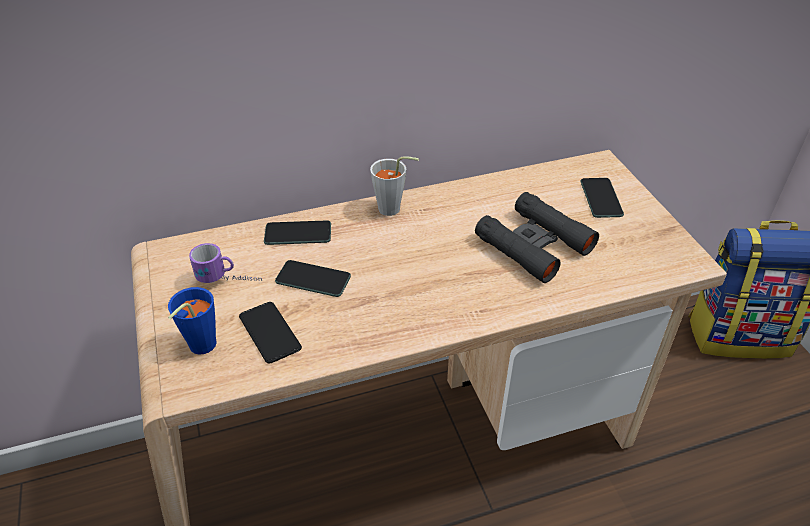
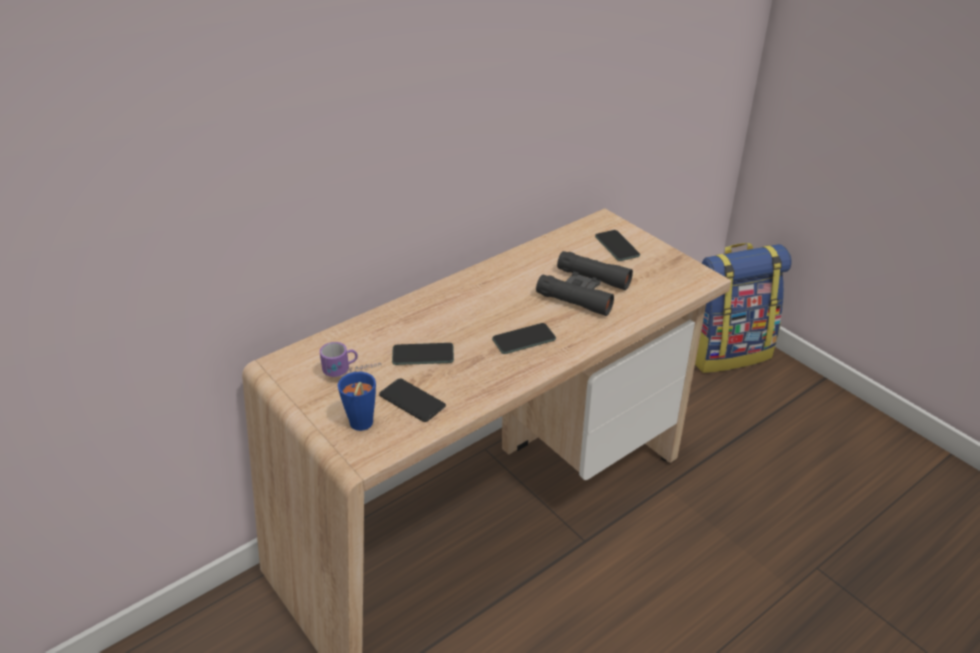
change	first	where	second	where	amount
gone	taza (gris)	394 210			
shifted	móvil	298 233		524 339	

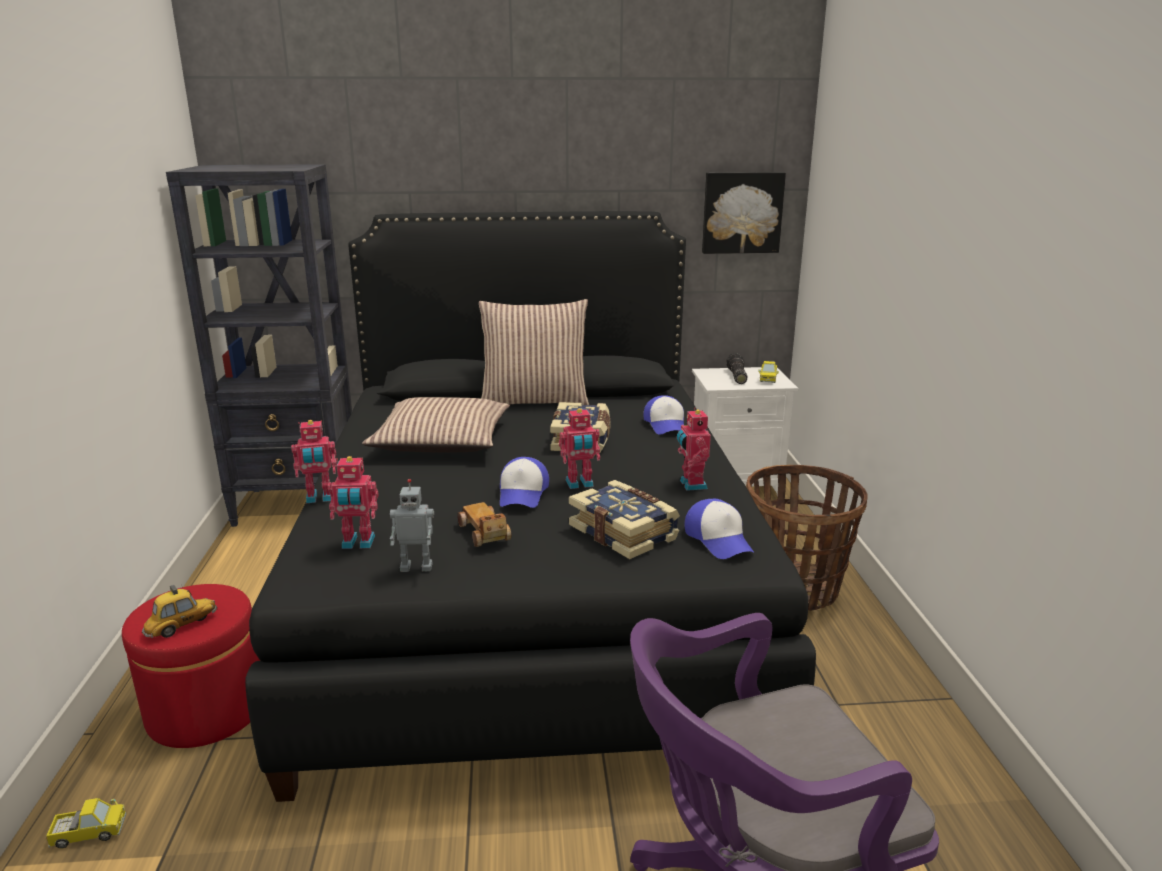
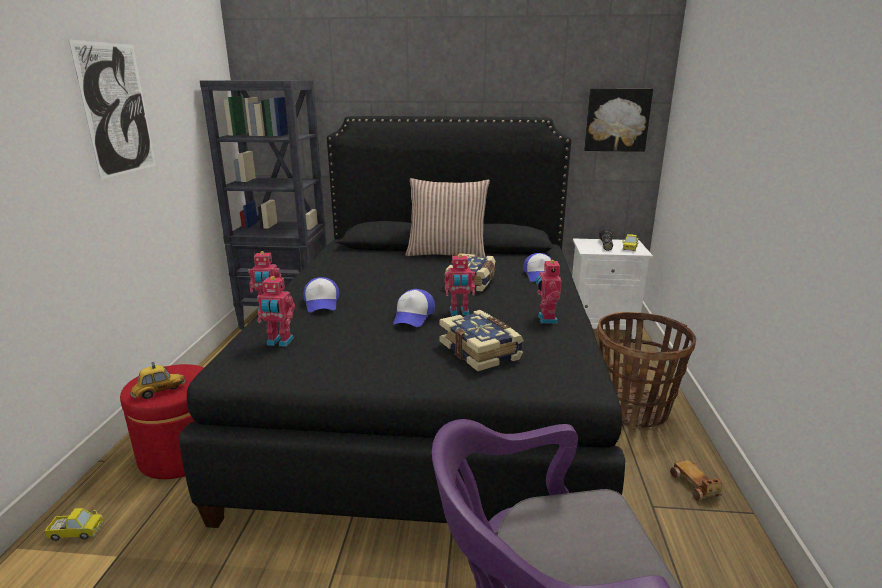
change	first	where	second	where	amount
gone	cojín	441 441			
gone	robot de juguete	416 567			
new			cuadro	117 109	
shifted	coche de juguete	484 533		695 486	
shifted	gorra	719 539		322 303	

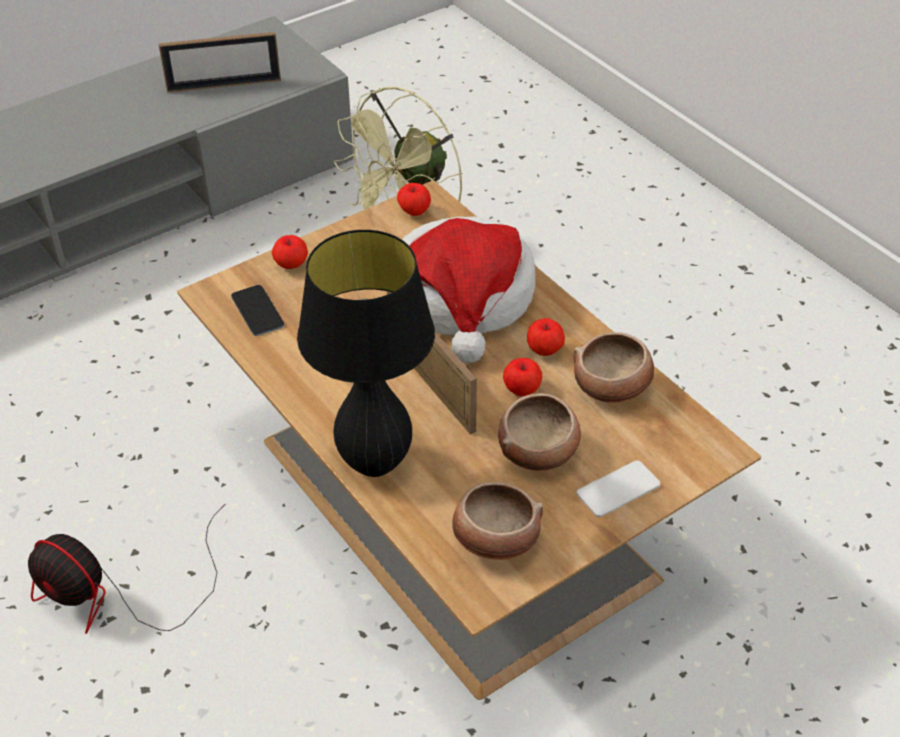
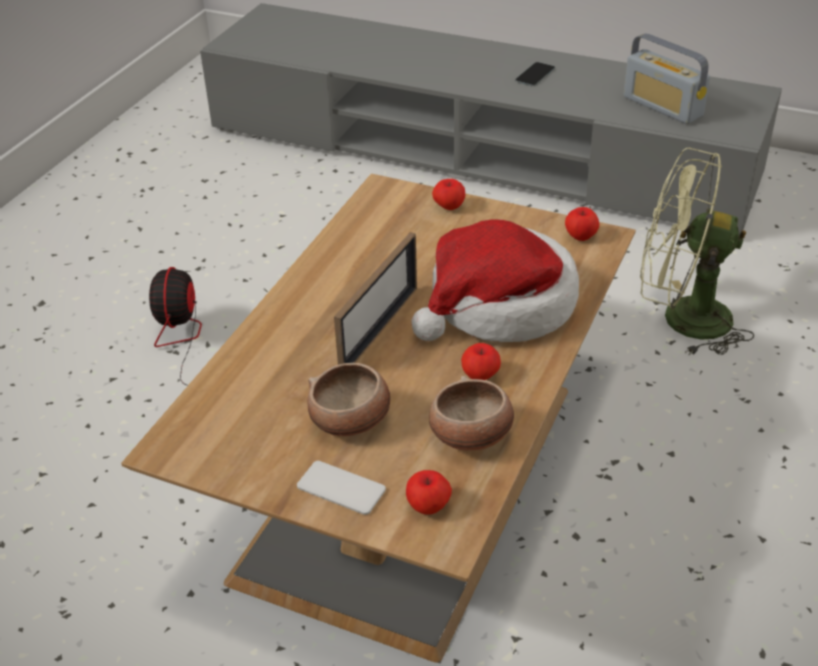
change	first	where	second	where	amount
gone	lámpara de mesa (negro)	374 463			
gone	cuenco	494 540			
shifted	móvil	257 311		535 75	
shifted	manzana	522 389		428 506	
swapped	portarretratos	224 85	radio	662 107	

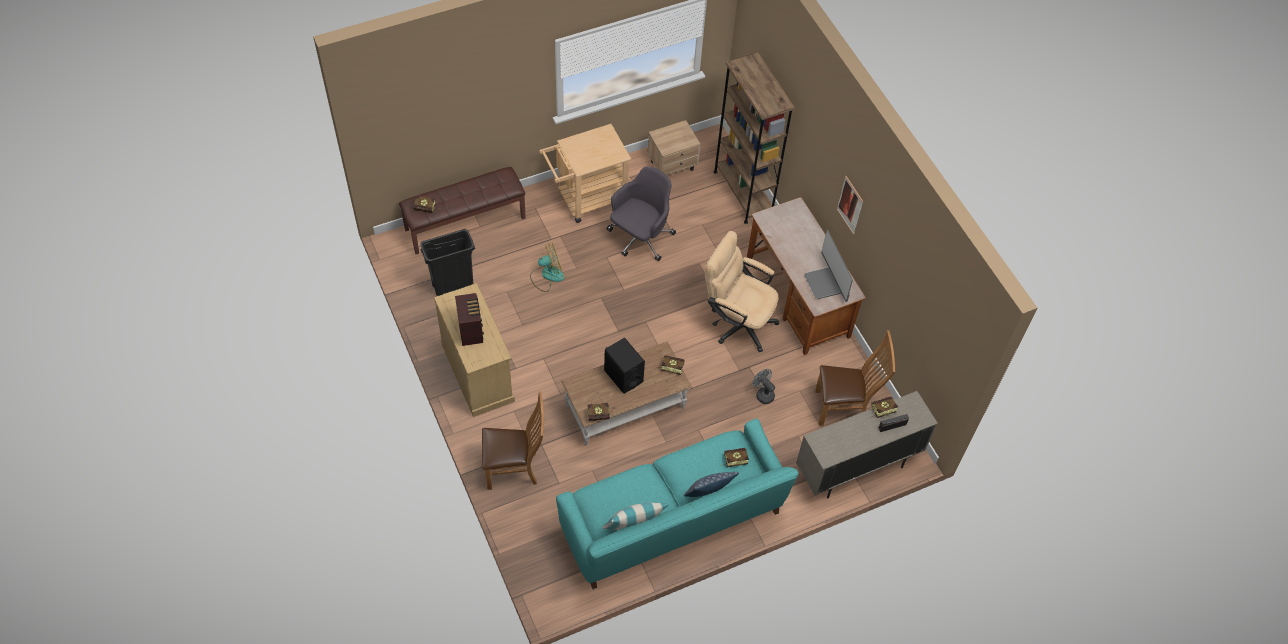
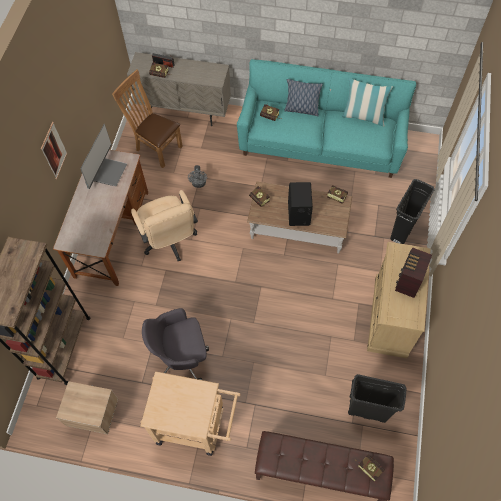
change	first	where	second	where	amount
gone	ventilador	547 275			
swapped	silla (marrón)	515 469	papelera (negro)	403 230	

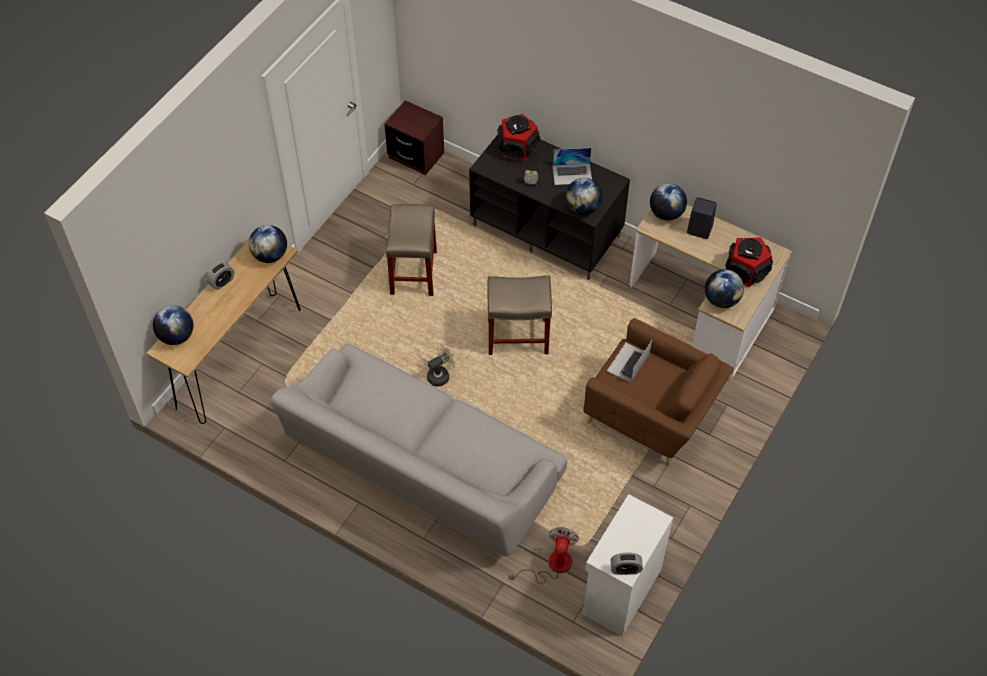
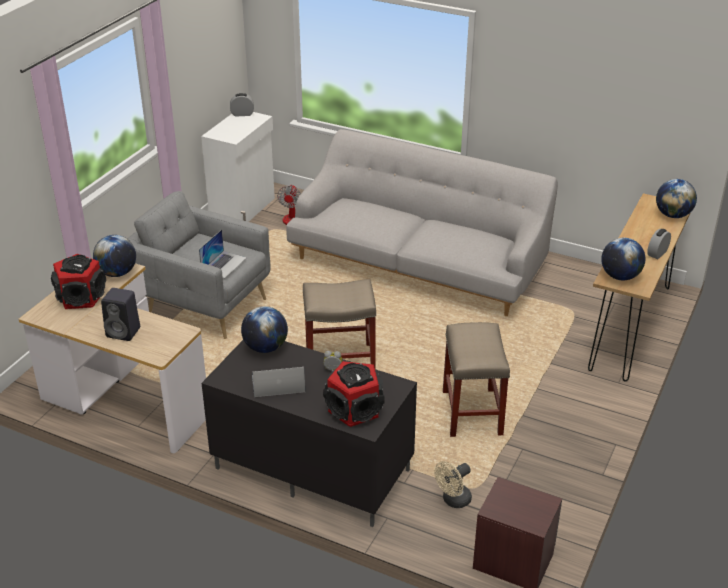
change	first	where	second	where	amount
gone	globo terráqueo	666 213			
shifted	ventilador (beis)	441 375		453 501	
repainted	sillón (marrón)	650 420	sillón (gris)	203 304	

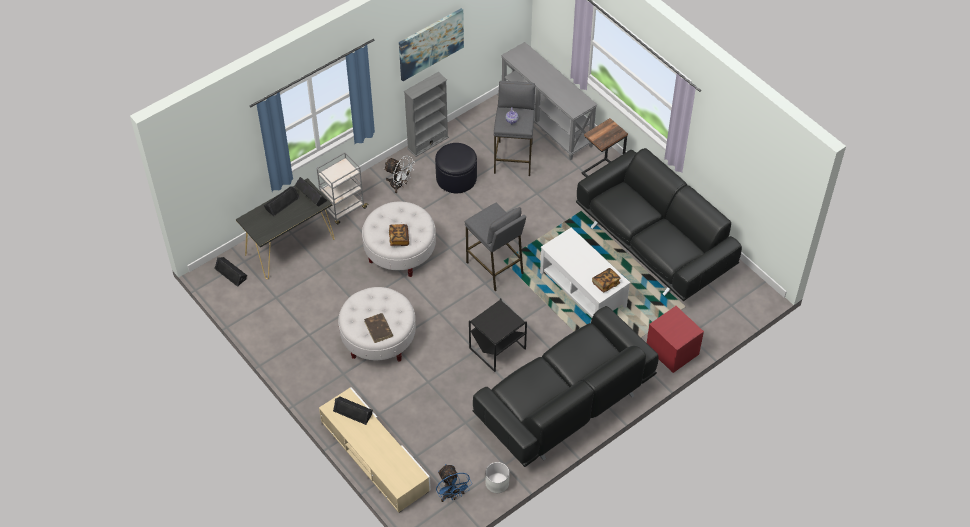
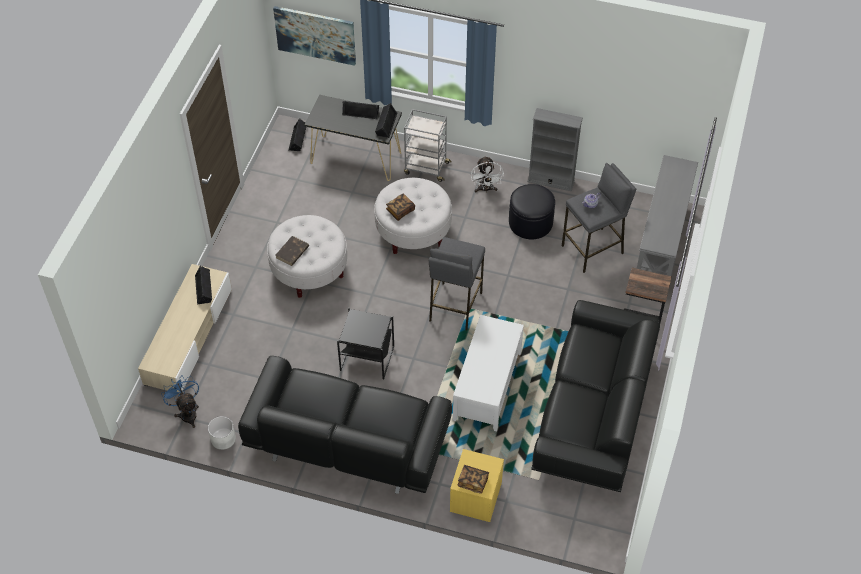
change	first	where	second	where	amount
shifted	cuadro	431 44		315 35	
shifted	libro	605 283		473 482	
repainted	mesita de noche (rojo)	672 351	mesita de noche (amarillo)	475 497	
rotated	ventilador (azul)	452 495		187 413	120 degrees clockwise

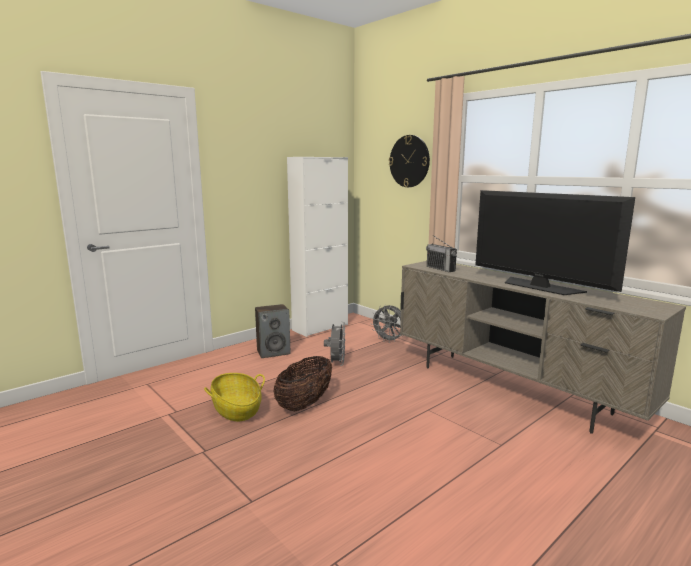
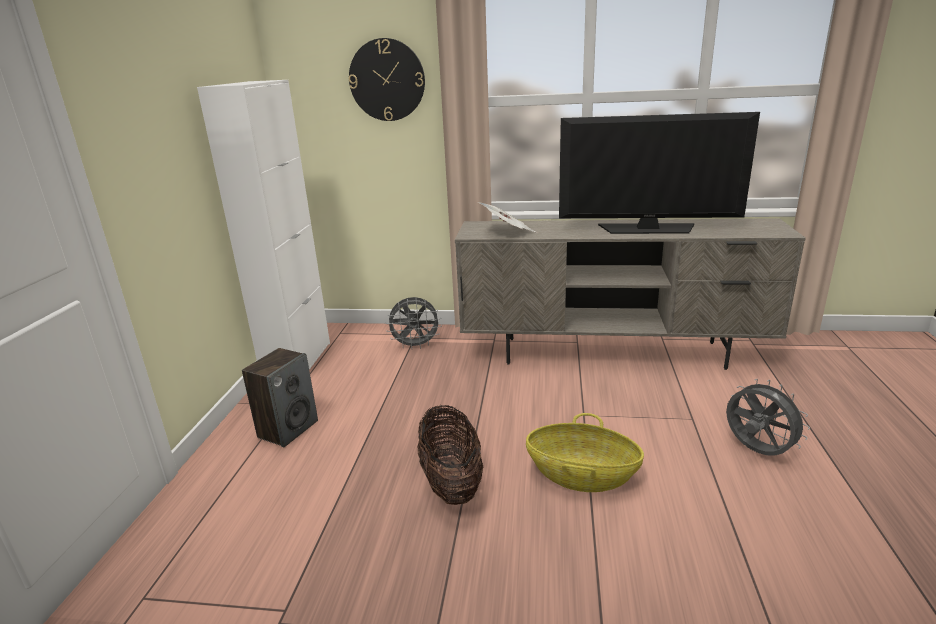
change	first	where	second	where	amount
shifted	cesta	236 410		581 475	
shifted	ventilador (gris)	336 363		756 451	
swapped	radio	440 269	periódico	508 232	

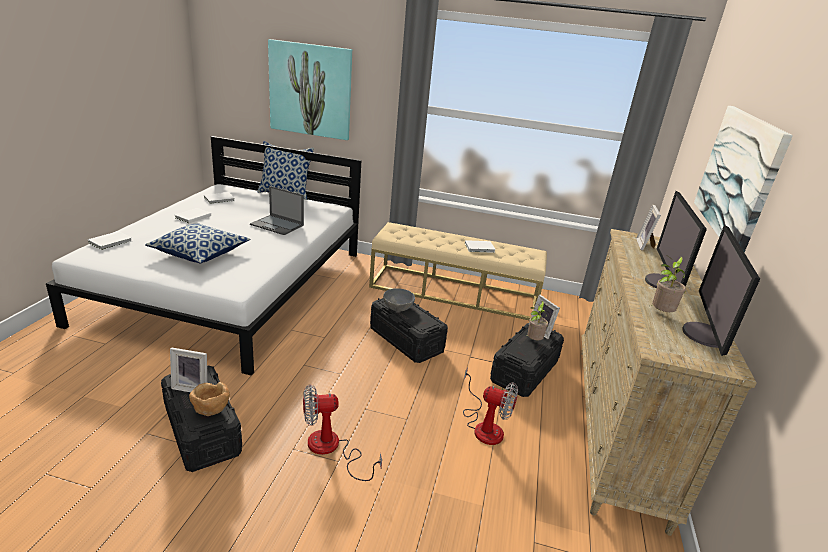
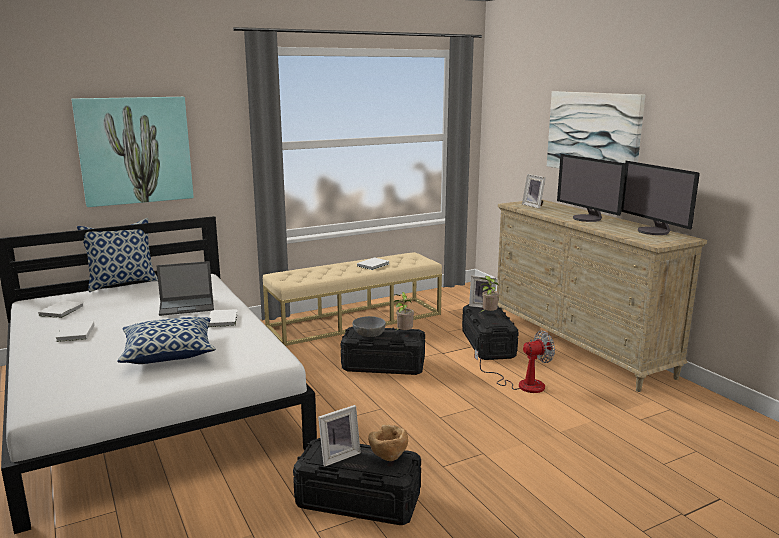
change	first	where	second	where	amount
gone	ventilador	331 449			
shifted	libro (blanco)	111 242		223 319	
shifted	planta en maceta	660 314		403 333	

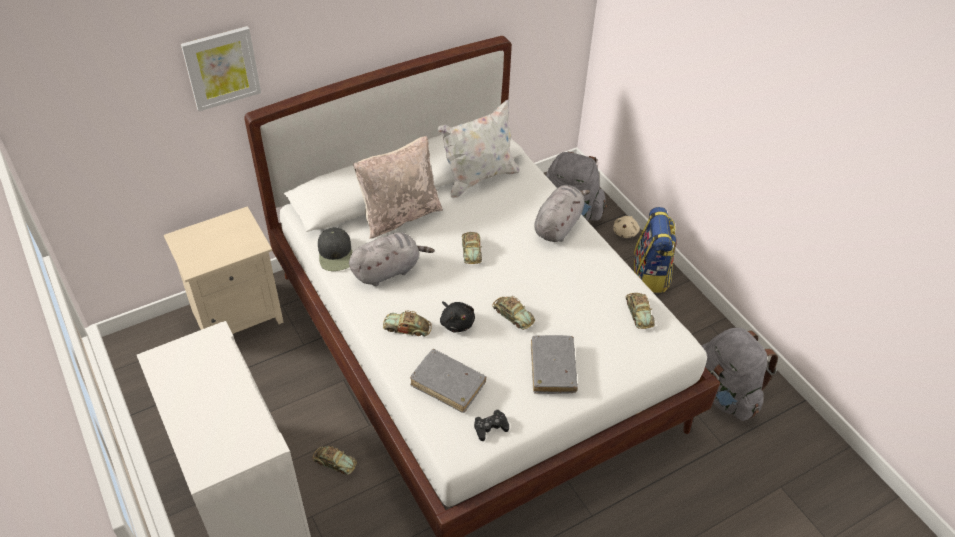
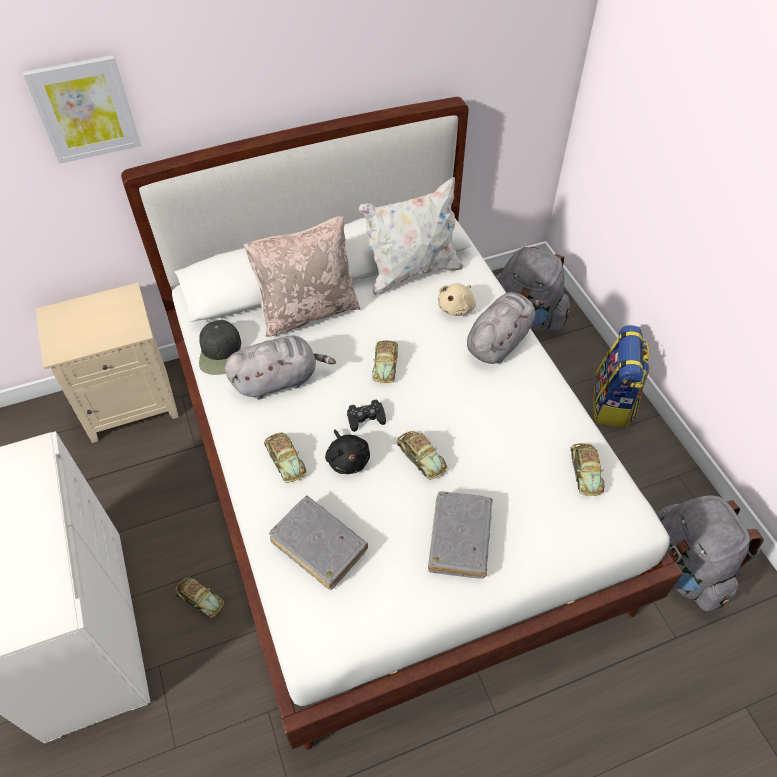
change	first	where	second	where	amount
shifted	mando de consola (negro)	490 427		366 418	
shifted	peluche (beis)	625 232		457 307	
rotated	coche de juguete	407 328		285 459	135 degrees counterclockwise

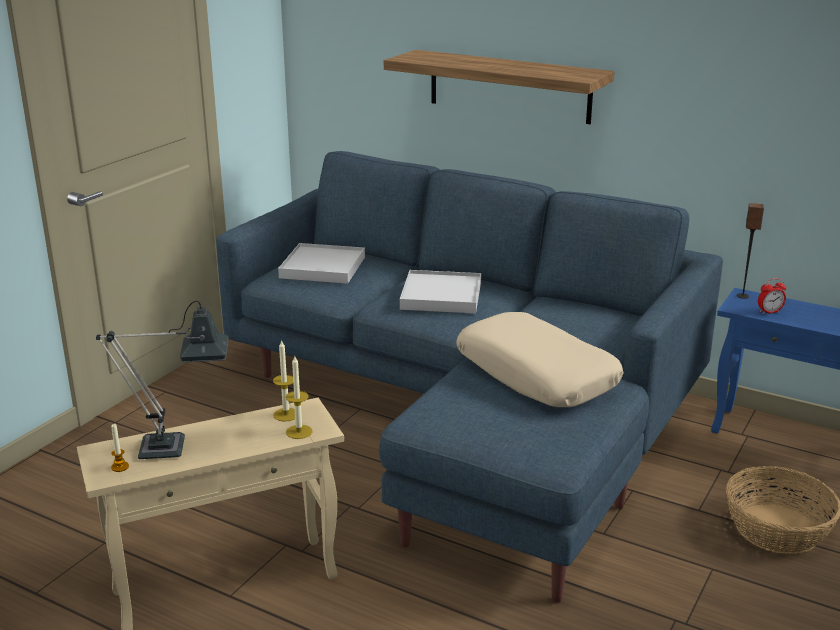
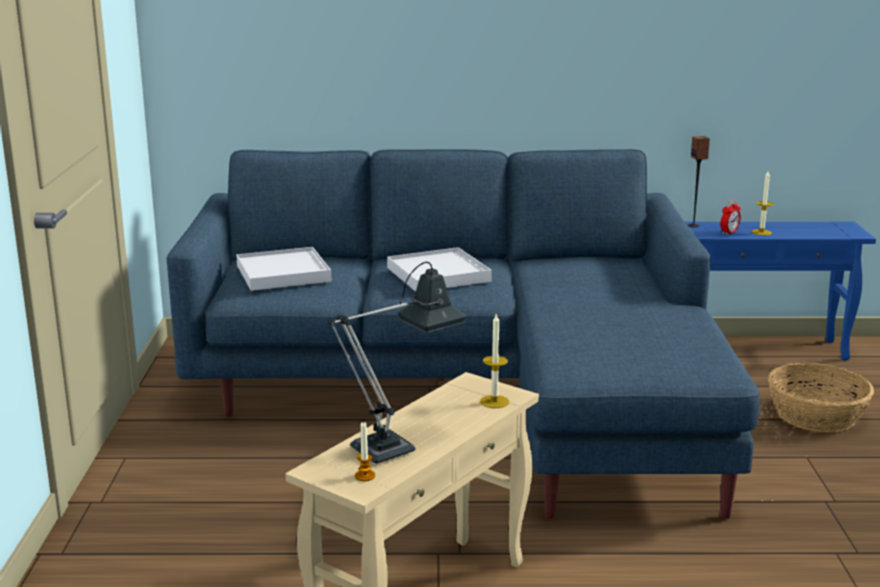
change	first	where	second	where	amount
gone	estante	509 86			
gone	cojín (beis)	537 374			
shifted	vela	286 414		761 232	

